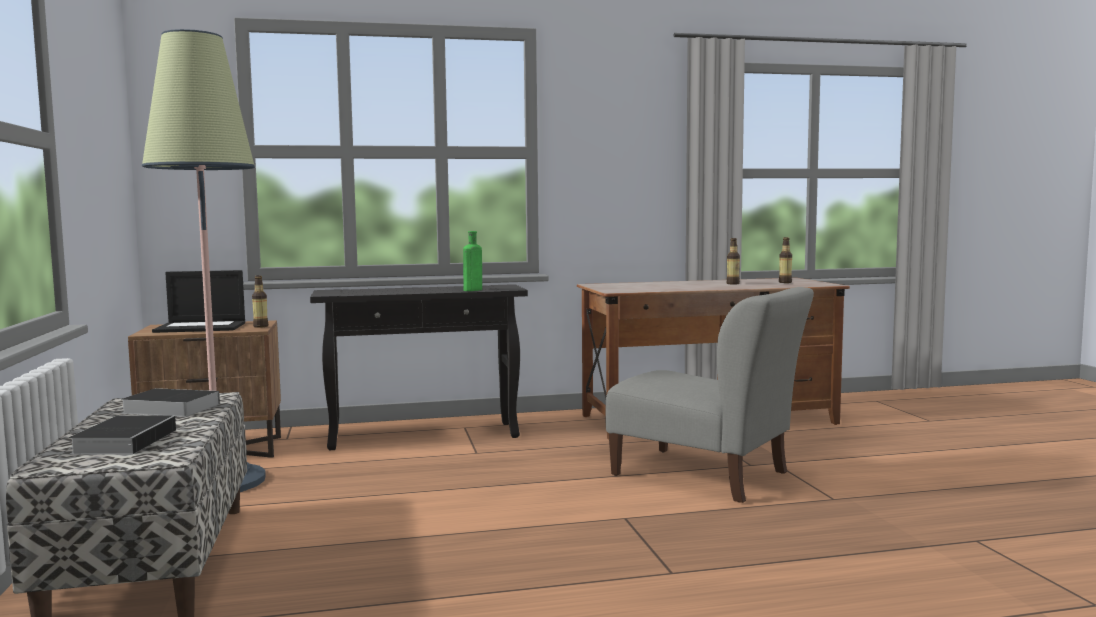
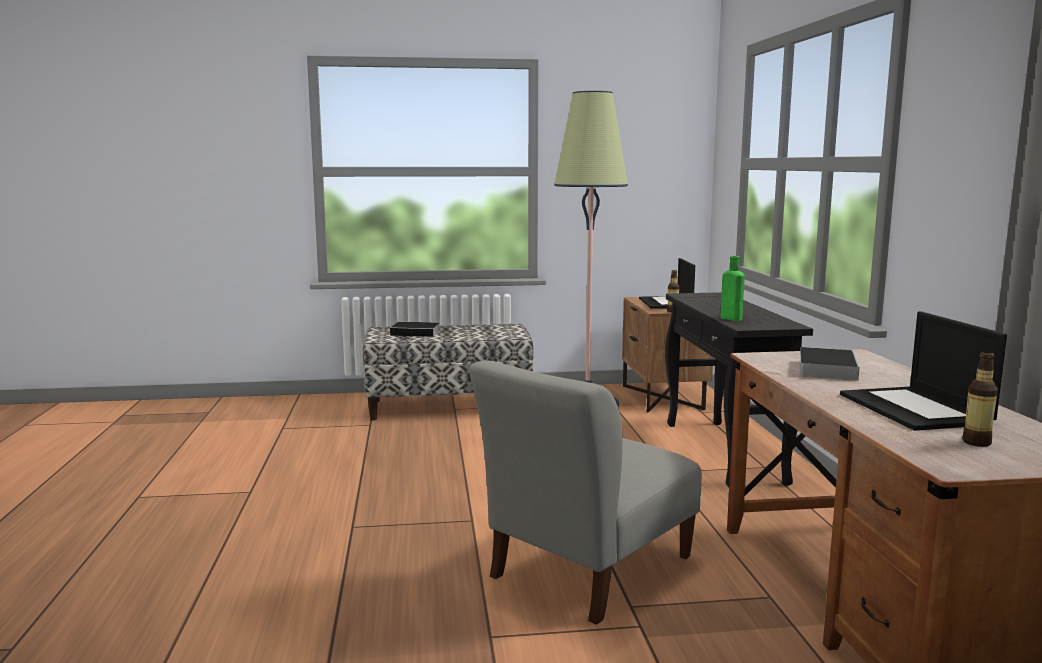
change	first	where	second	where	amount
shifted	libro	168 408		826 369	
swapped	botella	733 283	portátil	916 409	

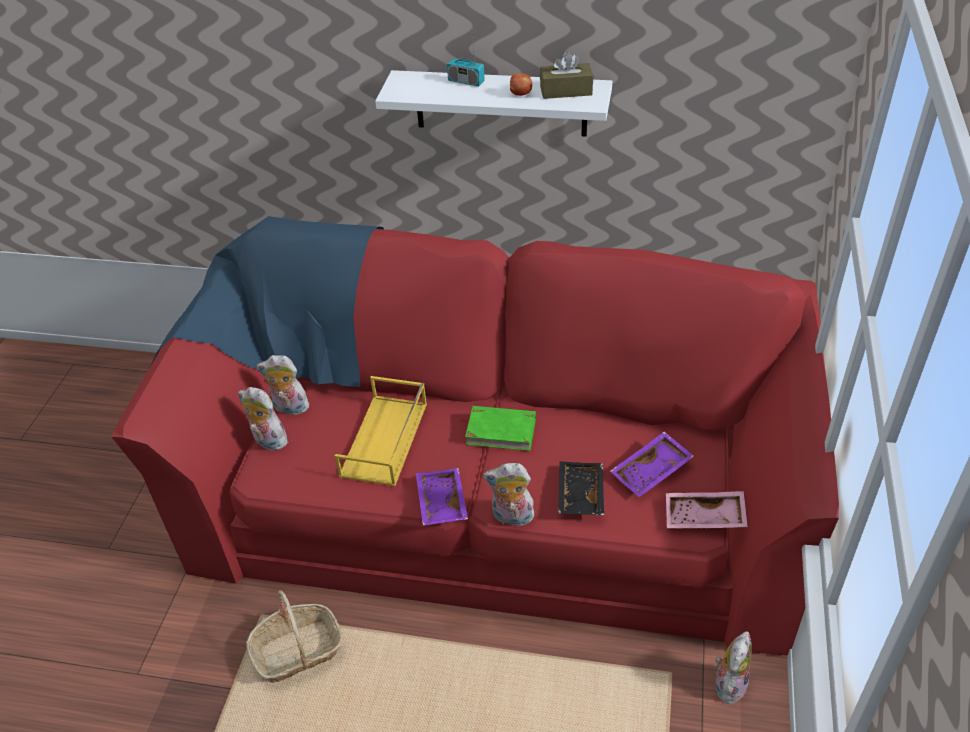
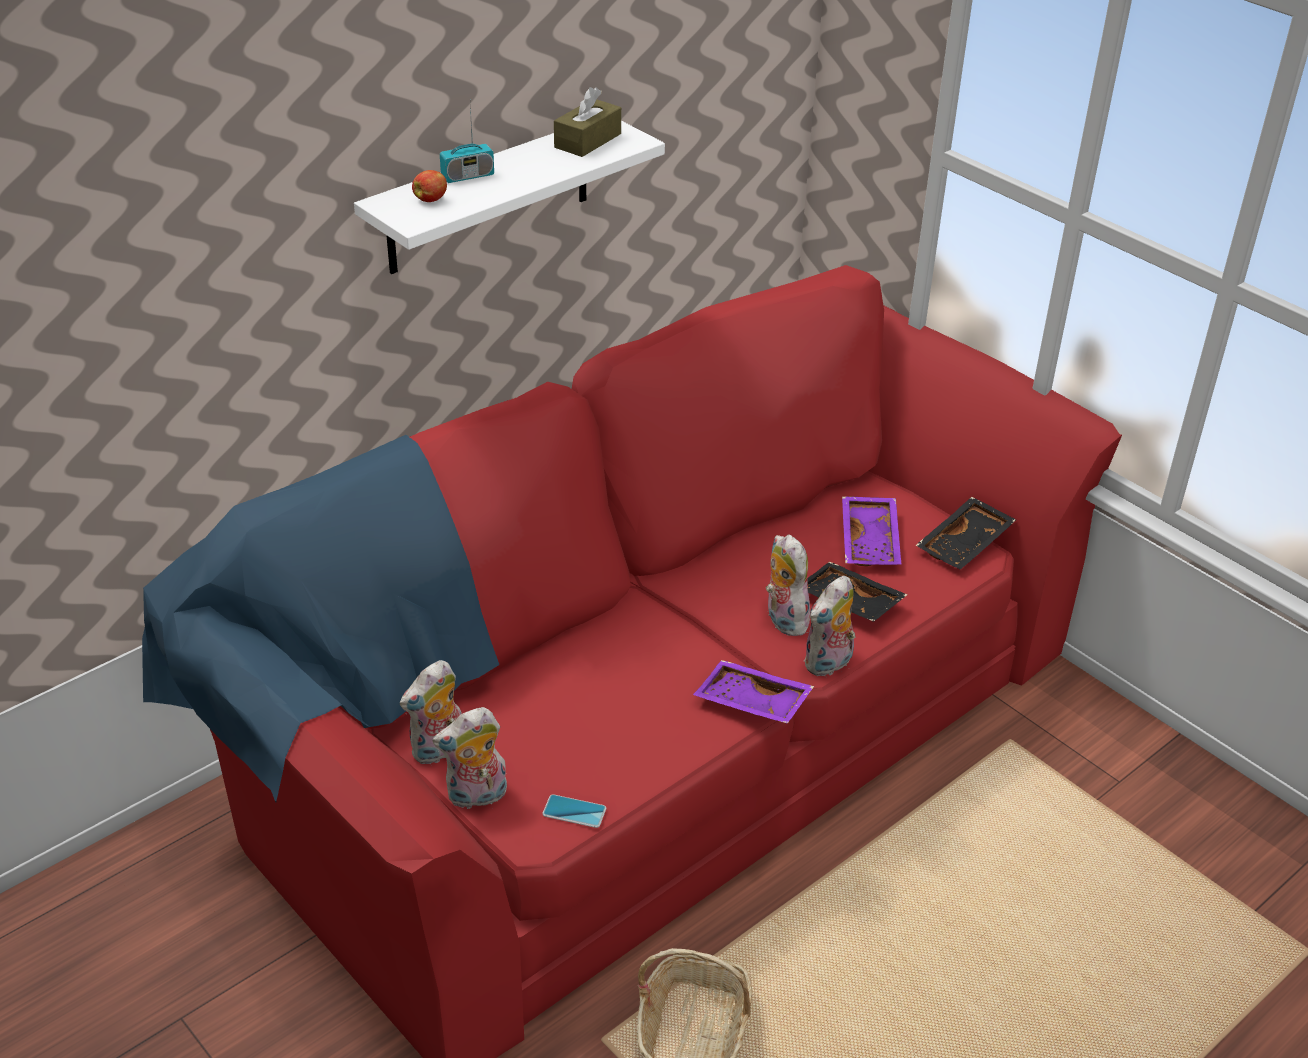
change	first	where	second	where	amount
gone	bandeja (amarillo)	385 441			
gone	libro (verde)	500 431			
new			móvil	574 812	
shifted	manzana	521 94		431 199	
shifted	peluche	728 683		783 619	
repainted	bandeja (rosa)	704 518	bandeja (negro)	965 544	

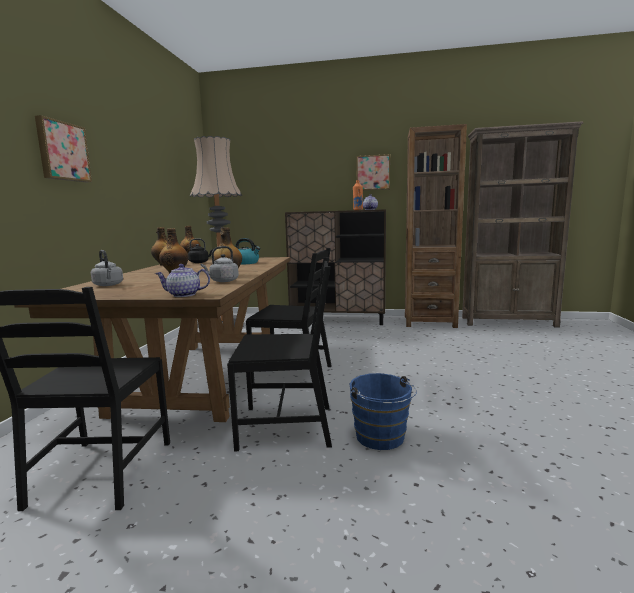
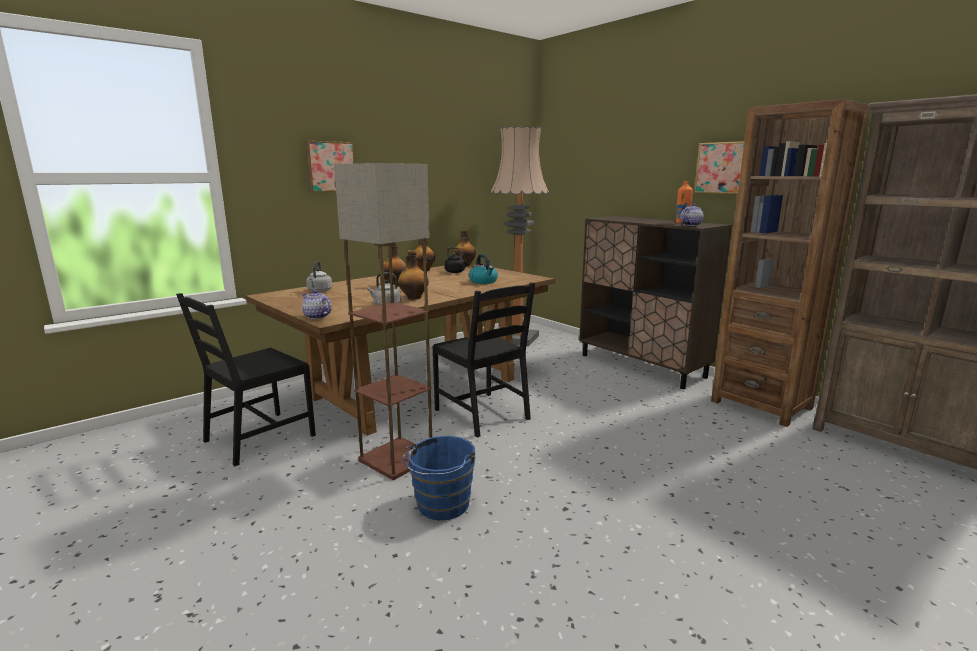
change	first	where	second	where	amount
swapped	silla (negro)	287 426	lámpara de pie	397 459	

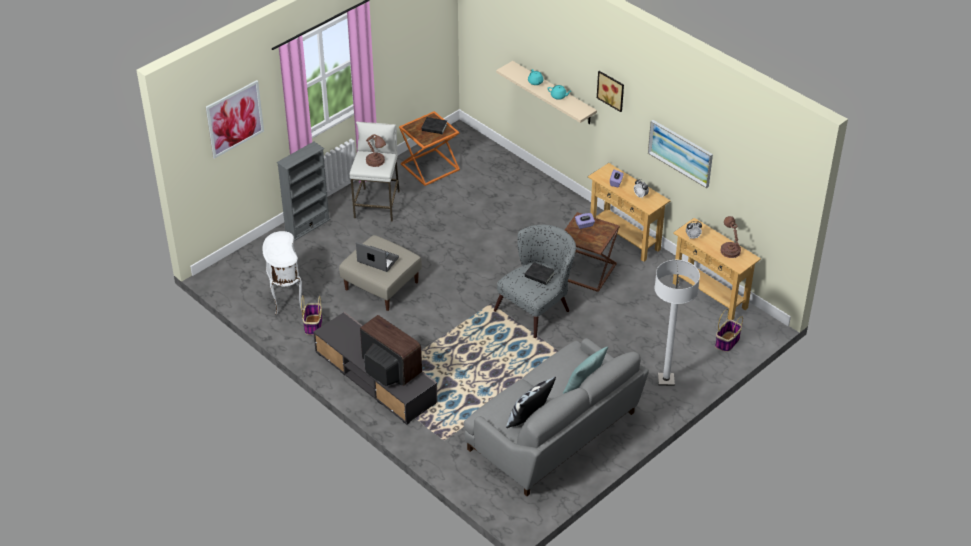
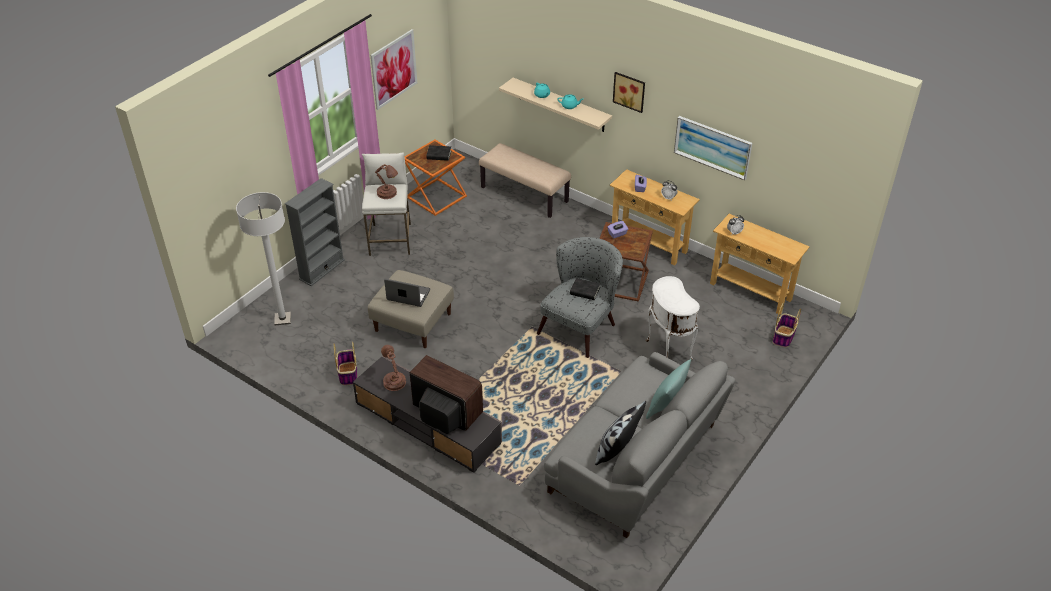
change	first	where	second	where	amount
new			banco (beis)	525 194	
shifted	cuadro	234 119		394 69	
shifted	mesa auxiliar (blanco)	285 300		667 350	
shifted	lámpara de pie (blanco)	666 380		282 319	
shifted	lámpara de mesa (marrón)	729 250		393 381	

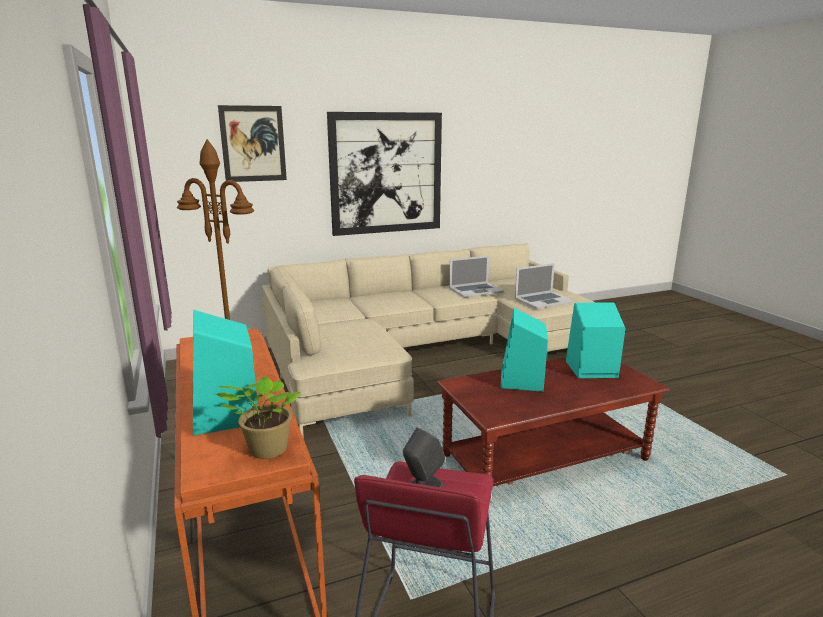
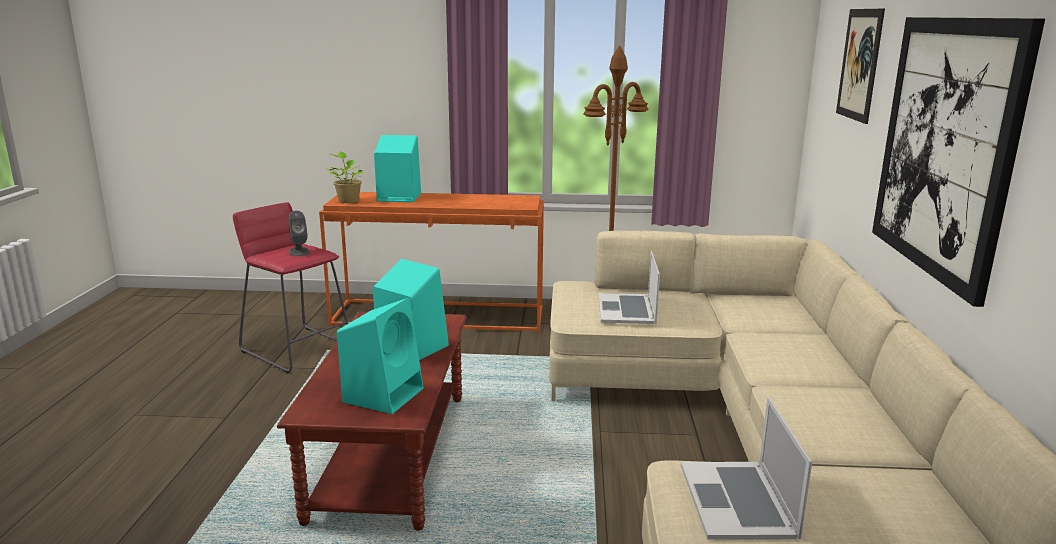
change	first	where	second	where	amount
shifted	portátil	475 290		627 309	

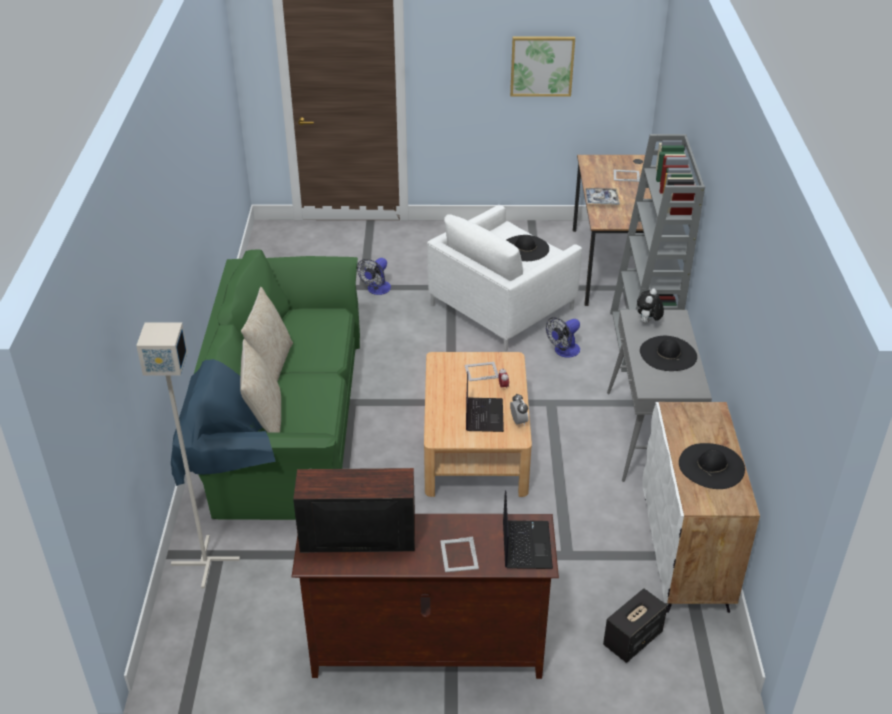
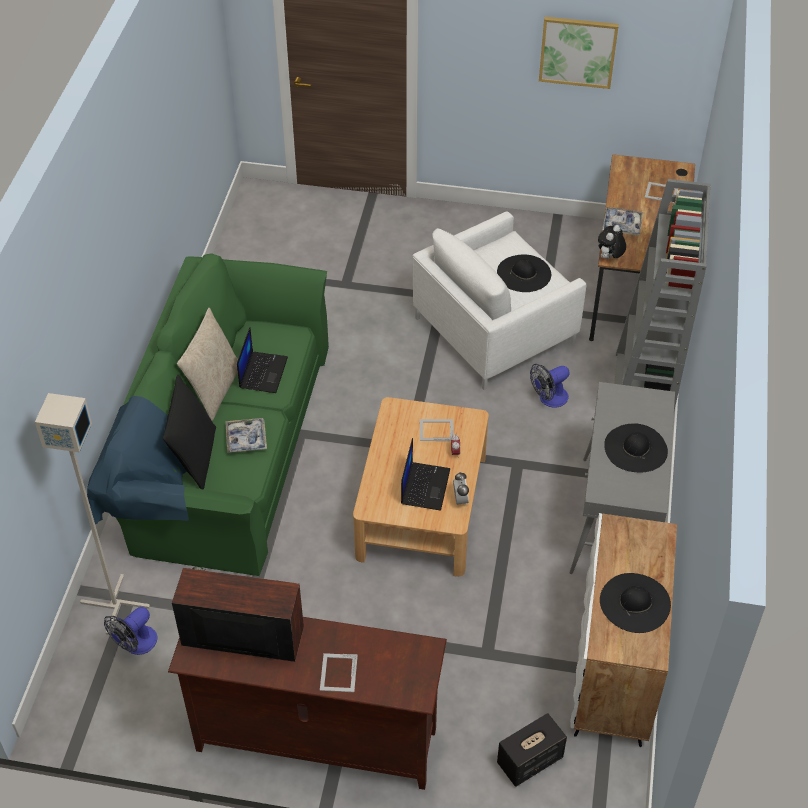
change	first	where	second	where	amount
new			bandeja	246 439	
shifted	ventilador	376 290		136 645	
shifted	portátil	525 544		263 372	
shifted	peluche	647 323		609 258	
repainted	cojín (beis)	264 418	cojín (negro)	194 457	

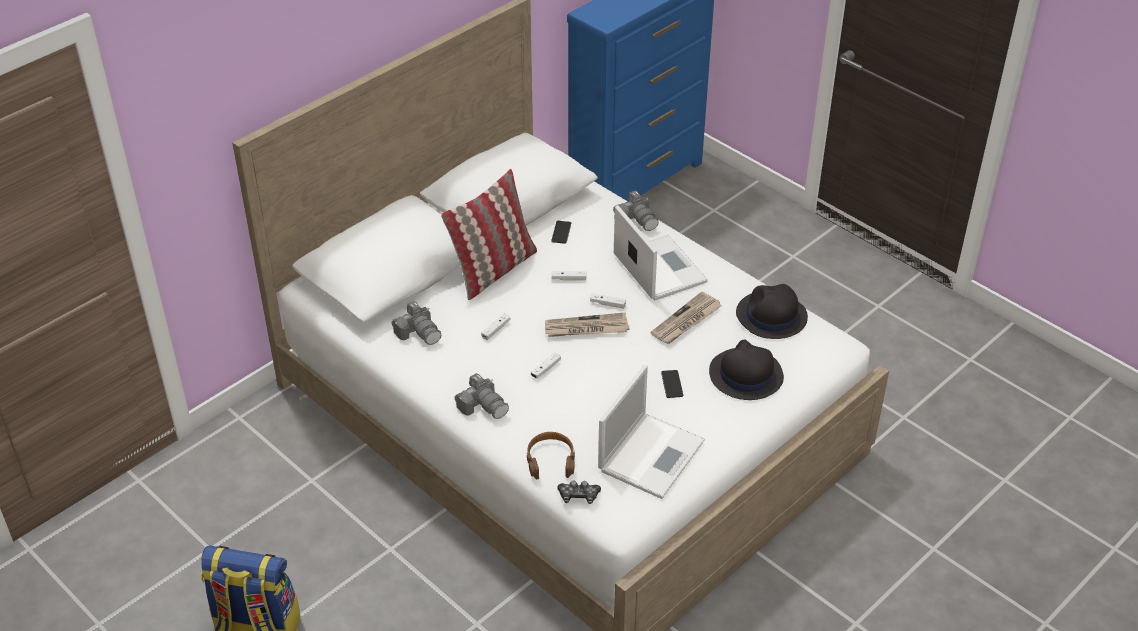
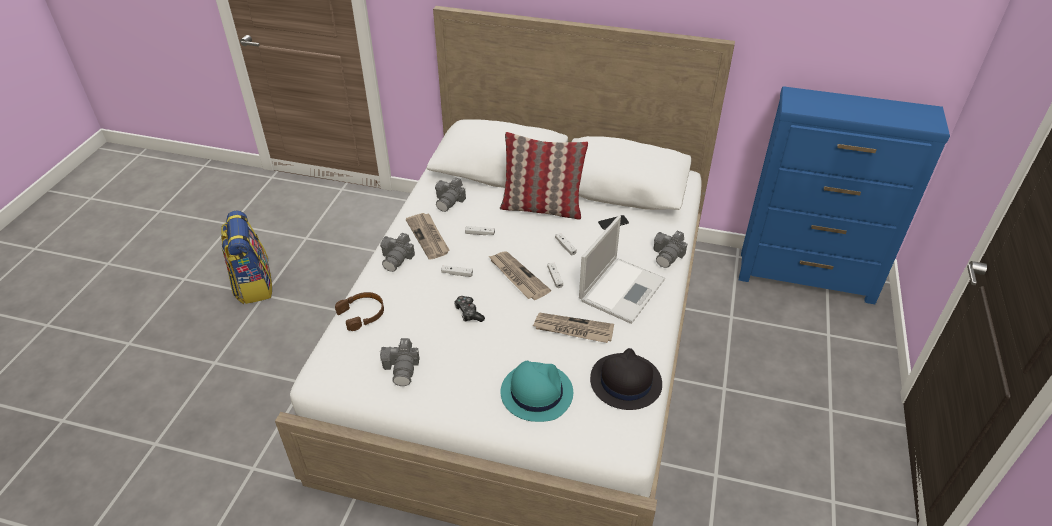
change	first	where	second	where	amount
gone	móvil	672 384			
new			periódico	428 237	
shifted	mando de consola	578 496		468 313	
swapped	portátil	652 454	cámara	402 368	
repainted	sombrero (negro)	745 375	sombrero (turquesa)	536 392	

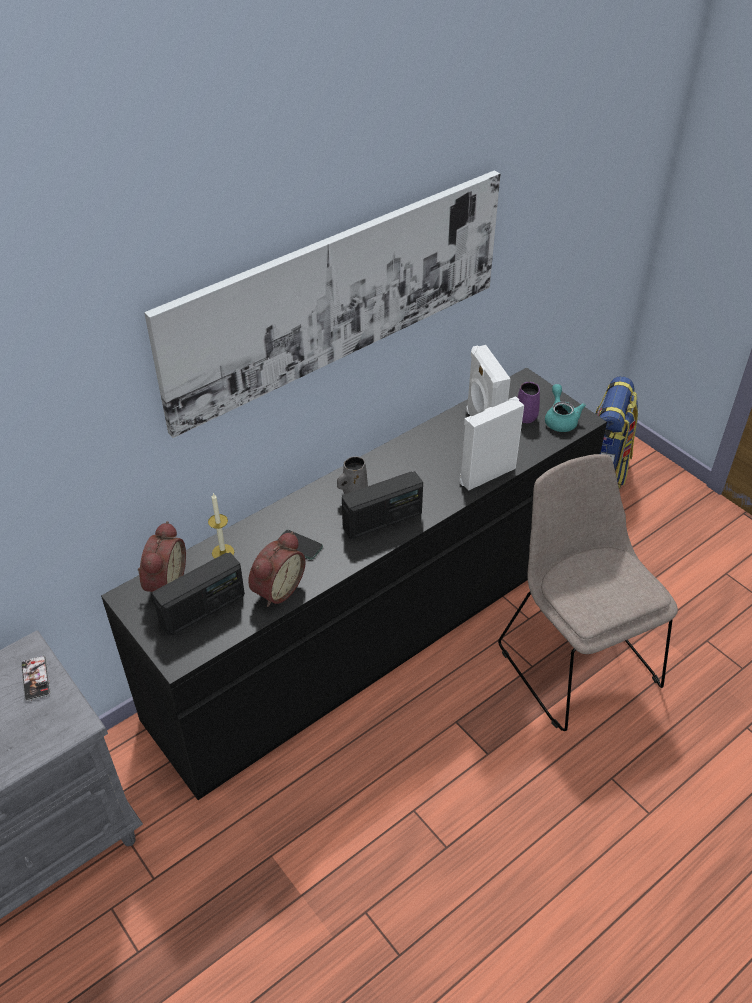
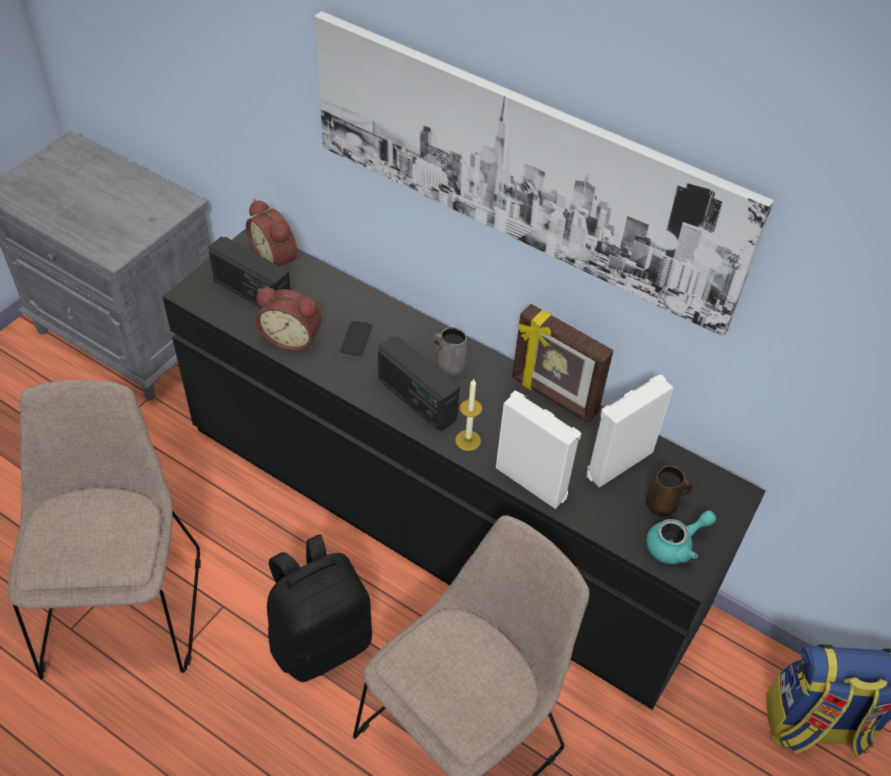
change	first	where	second	where	amount
gone	móvil	36 679			
new			silla (beis)	123 606	
new			mochila (negro)	321 640	
new			portarretratos	553 397	
shifted	vela	223 552		468 440	
repainted	taza grande (morado)	526 415	taza grande (marrón)	663 505	
rotated	despertador	163 582		277 258	60 degrees clockwise

